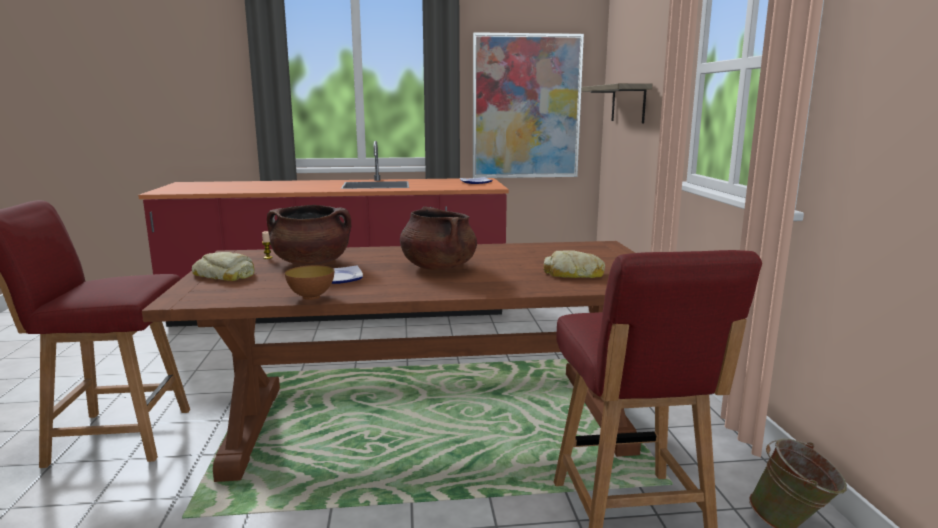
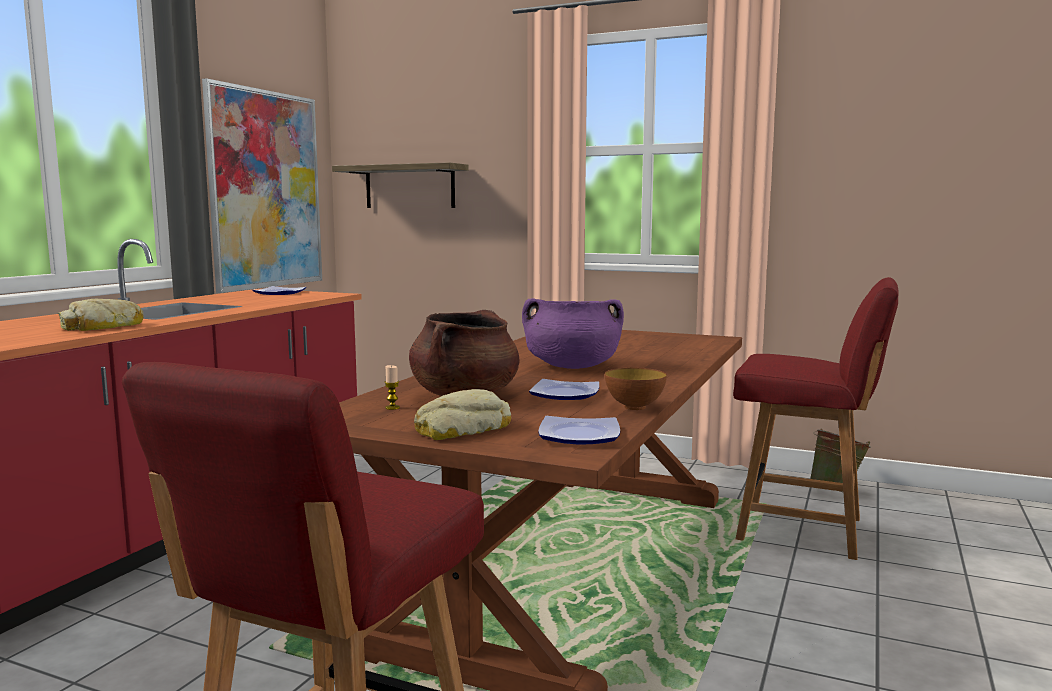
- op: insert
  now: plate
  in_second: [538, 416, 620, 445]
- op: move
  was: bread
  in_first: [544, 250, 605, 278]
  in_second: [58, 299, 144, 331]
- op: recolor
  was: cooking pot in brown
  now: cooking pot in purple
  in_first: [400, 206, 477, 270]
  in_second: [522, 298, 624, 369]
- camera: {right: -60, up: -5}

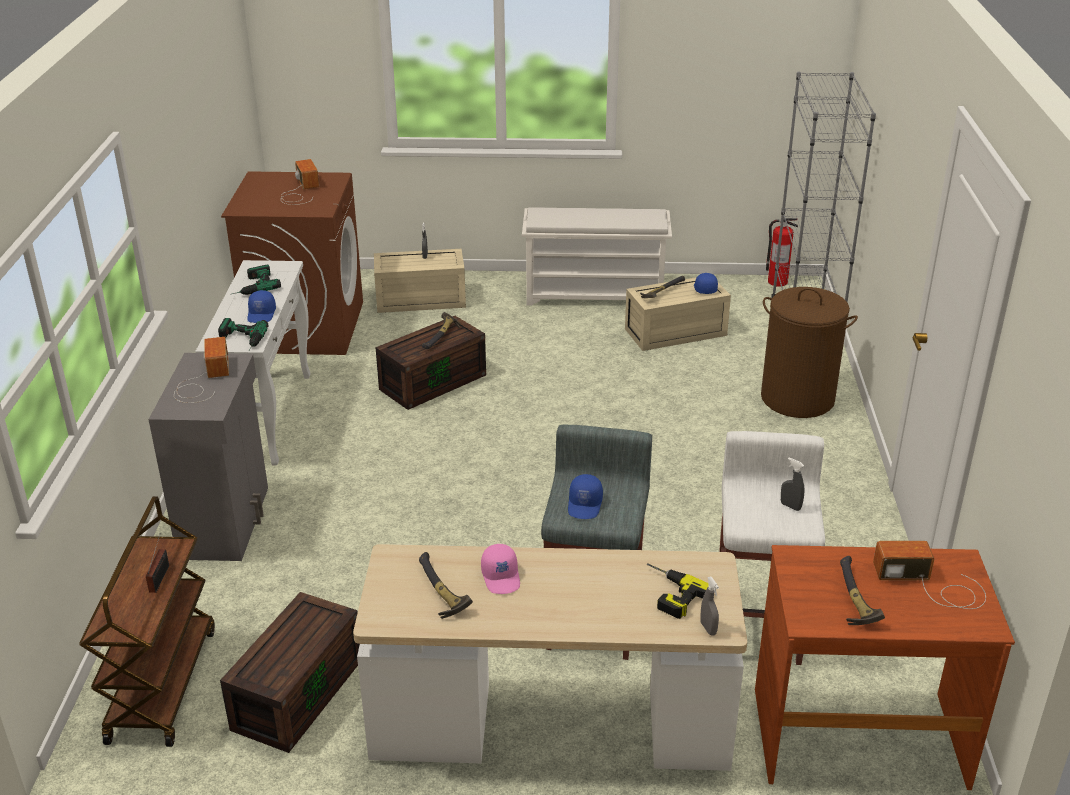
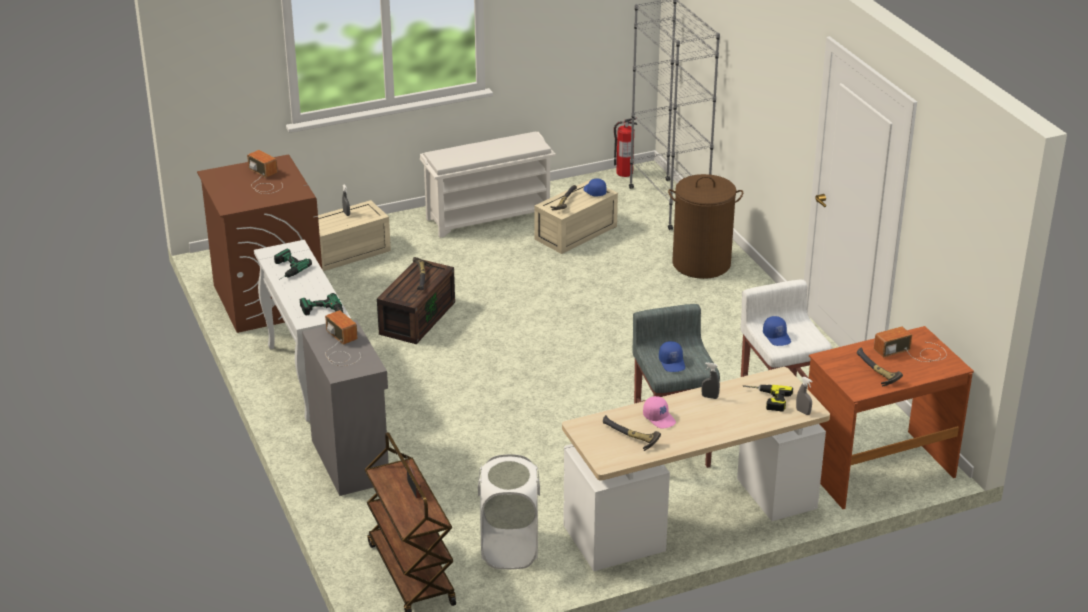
- op: move
  was: cap in blue
  in_first: [247, 290, 276, 323]
  in_second: [763, 316, 791, 346]
- op: move
  was: spray bottle in grey
  in_first: [781, 458, 804, 511]
  in_second: [701, 362, 720, 399]
- op: replace
  was: storage box in brown
  now: laundry basket in white
  in_first: [220, 592, 360, 753]
  in_second: [478, 454, 540, 569]
- camera: {right: -25, up: 0}

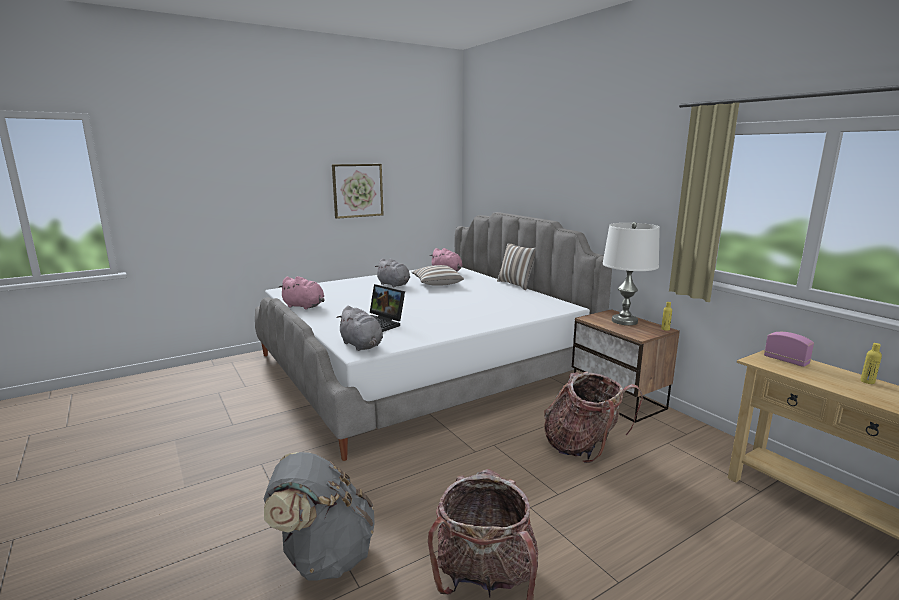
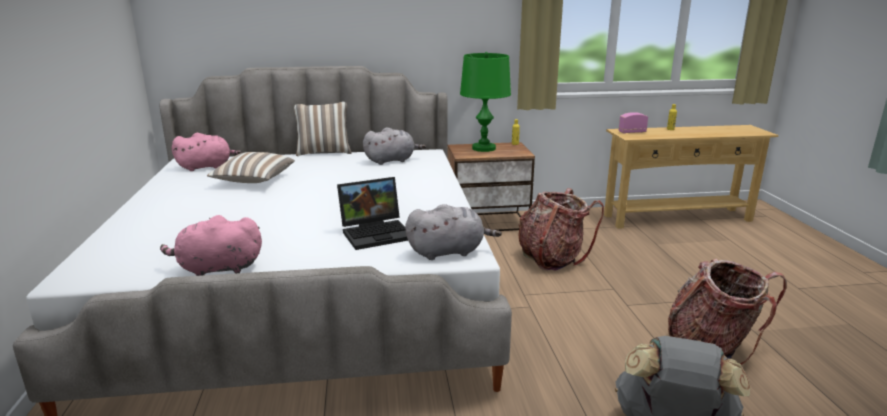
- op: delete
  was: picture
  in_first: [332, 164, 383, 219]
- op: move
  was: plush toy in grey
  in_first: [375, 258, 410, 287]
  in_second: [363, 127, 426, 165]
- op: recolor
  was: table lamp in white
  now: table lamp in green
  in_first: [602, 222, 660, 325]
  in_second: [460, 52, 511, 152]
- op: rotate
  was: plush toy in pink
  in_first: [278, 276, 325, 310]
  in_second: [160, 215, 262, 276]
  clockwise: -150
- camera: {right: -65, up: 5}

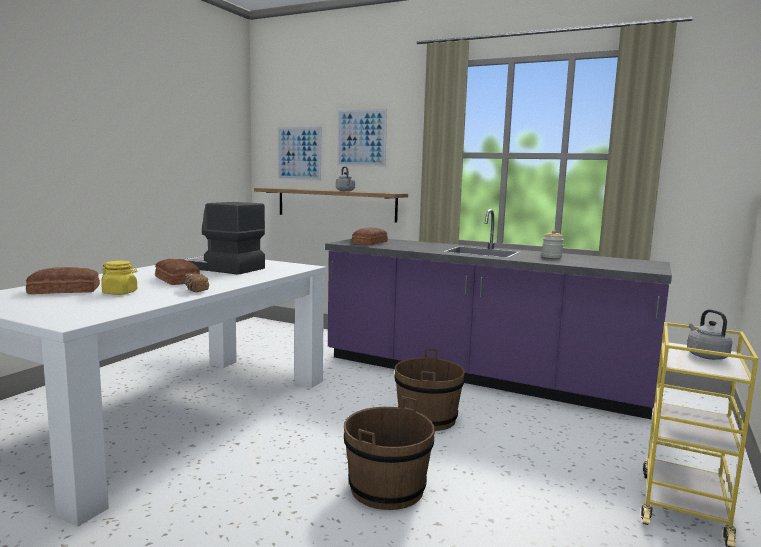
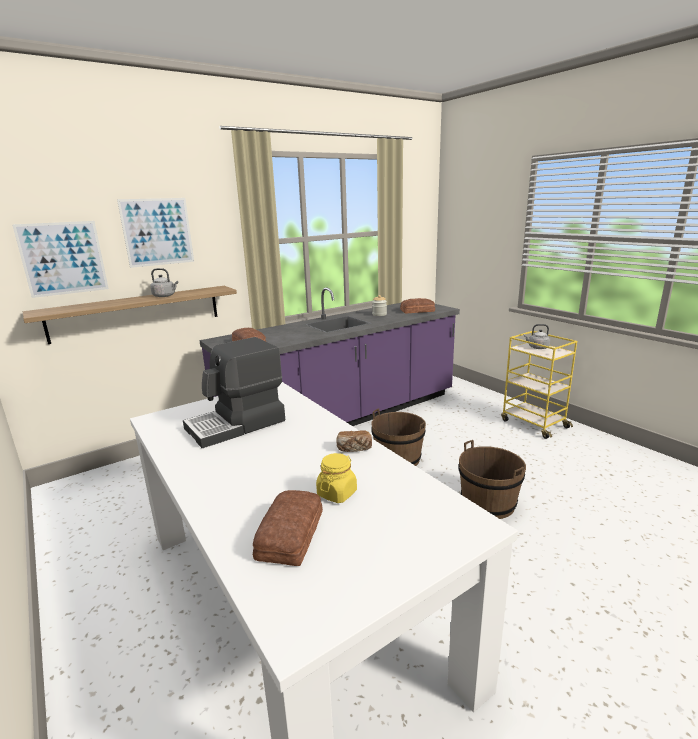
- op: move
  was: bread
  in_first: [155, 259, 200, 285]
  in_second: [400, 298, 435, 314]
- camera: {right: -60, up: 10}

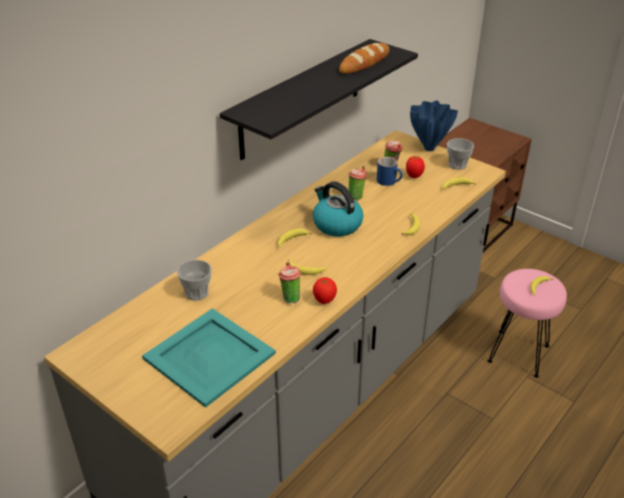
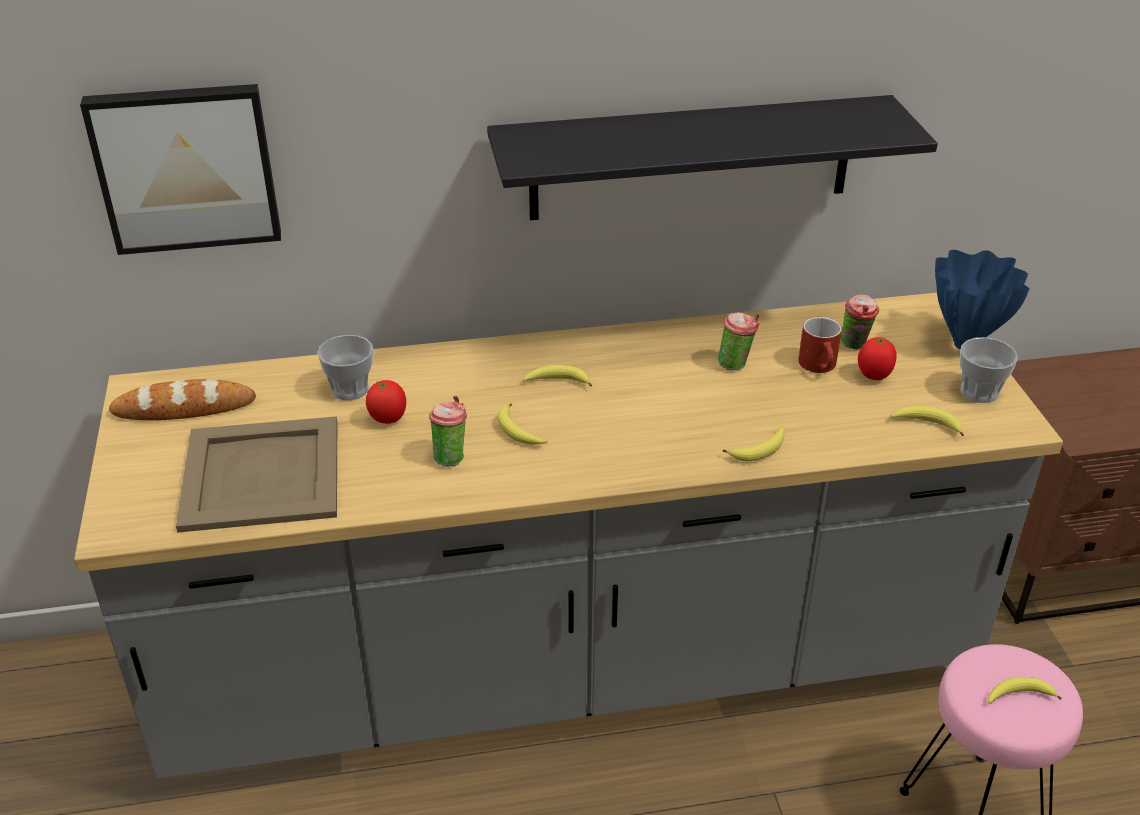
- op: delete
  was: kettle
  in_first: [313, 181, 363, 237]
- op: insert
  now: picture
  in_second: [80, 84, 281, 255]
- op: move
  was: tomato
  in_first: [313, 277, 337, 304]
  in_second: [366, 380, 406, 424]
- op: move
  was: bread
  in_first: [339, 43, 390, 74]
  in_second: [109, 379, 256, 420]
- op: recolor
  was: tray in turquoise
  now: tray in beige
  in_first: [142, 308, 276, 408]
  in_second: [176, 416, 337, 533]
- op: recolor
  was: mug in blue
  now: mug in red
  in_first: [377, 157, 403, 186]
  in_second: [798, 317, 842, 373]
- camera: {right: 40, up: 0}

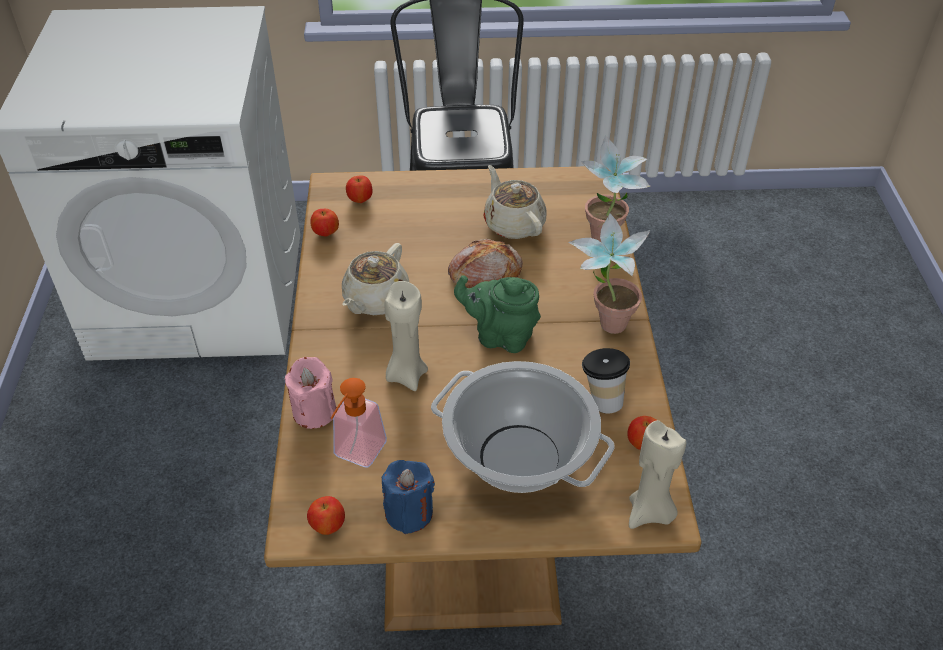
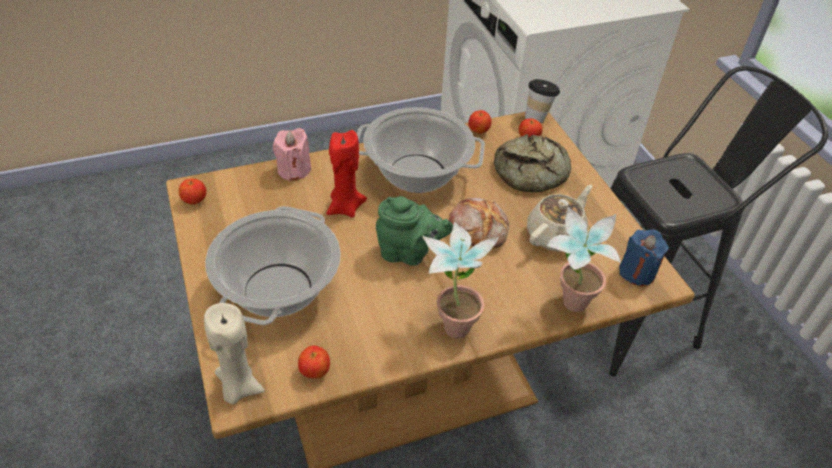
- op: delete
  was: soap dispenser
  in_first: [330, 378, 387, 468]
- op: insert
  now: bread
  in_second: [494, 134, 571, 192]
- op: move
  was: candle in blue
  in_first: [382, 460, 435, 534]
  in_second: [619, 229, 669, 286]
- op: move
  was: cup
  in_first: [582, 348, 630, 413]
  in_second: [525, 79, 560, 123]
- op: replace
  was: teapot in beige
  now: cooking pot
  in_first: [342, 243, 409, 315]
  in_second: [357, 107, 485, 193]
- op: recolor
  was: candle in beige
  now: candle in red
  in_first: [385, 281, 428, 391]
  in_second: [326, 130, 367, 218]
- op: rotate
  was: teapot in green
  in_first: [454, 275, 541, 353]
  in_second: [376, 196, 453, 266]
  clockwise: 105
- camera: {right: 70, up: 0}

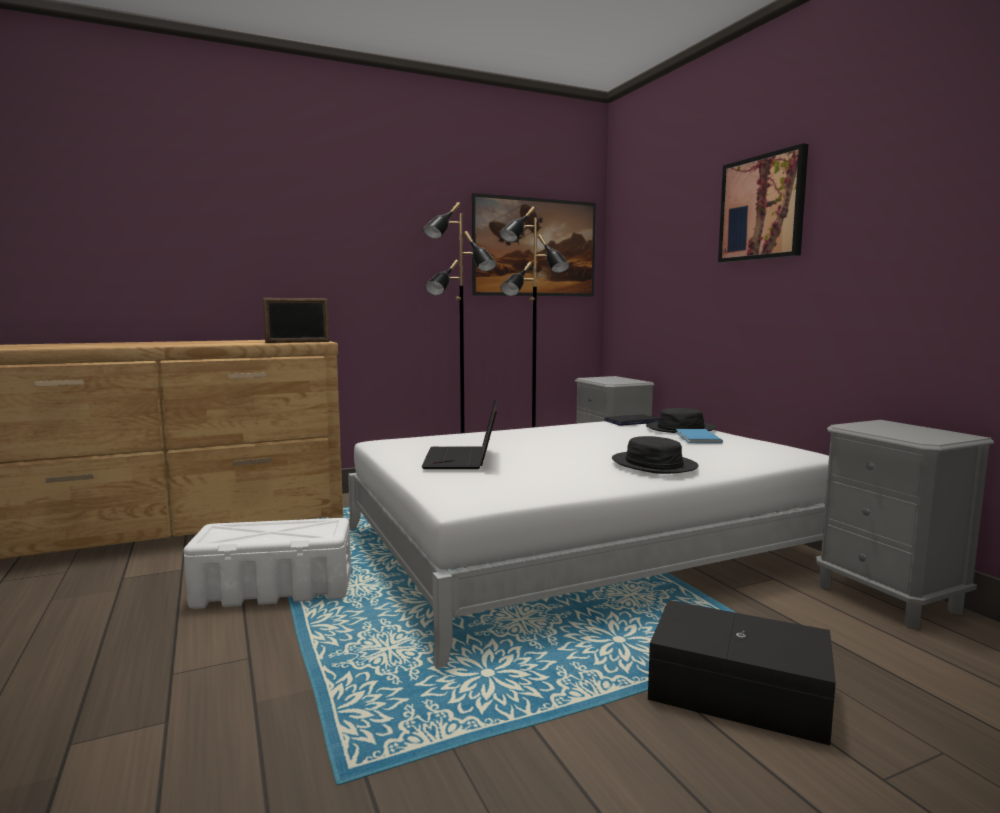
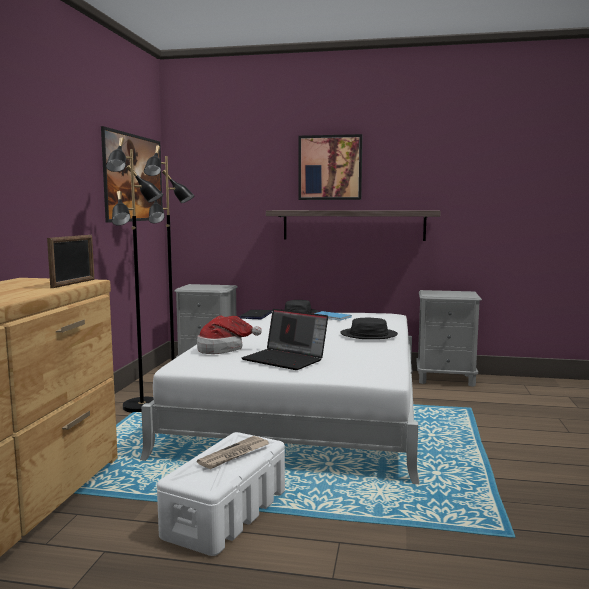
- op: delete
  was: storage box in black
  in_first: [648, 600, 836, 745]
- op: insert
  now: hat
  in_second: [197, 315, 262, 354]
- op: insert
  now: newspaper
  in_second: [197, 436, 269, 469]
- op: insert
  now: shelf
  in_second: [266, 210, 441, 241]
- camera: {right: -55, up: 0}

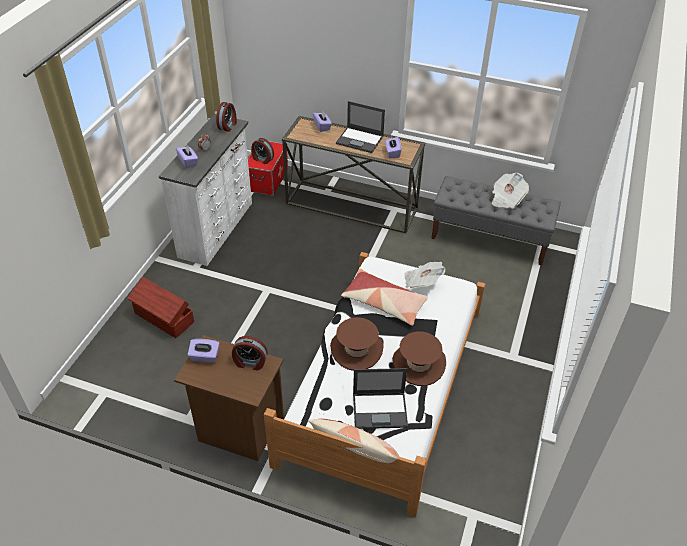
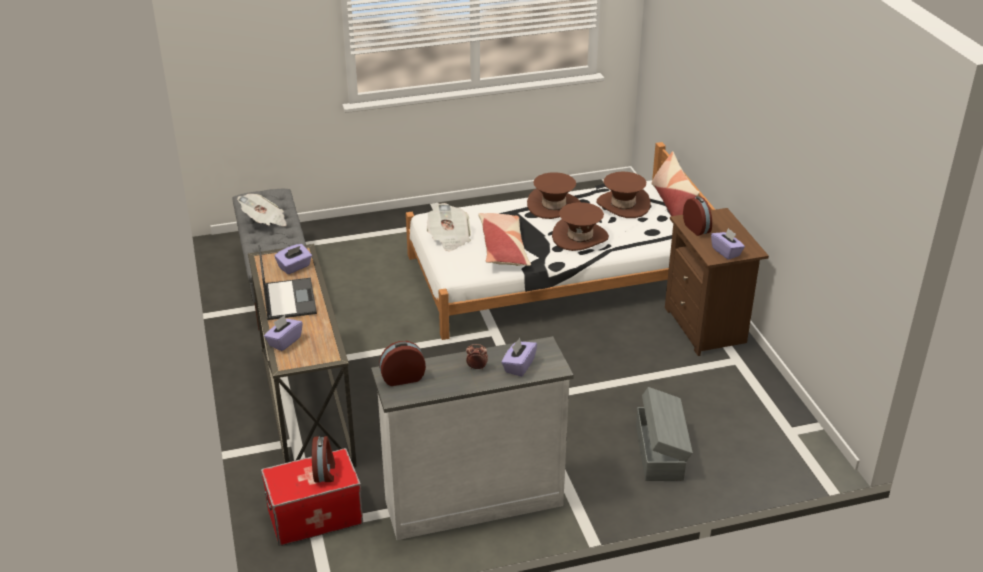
- op: replace
  was: laptop
  now: hat in brown
  in_first: [353, 368, 408, 429]
  in_second: [596, 172, 651, 218]
- op: recolor
  was: storage box in brown
  now: storage box in grey
  in_first: [127, 277, 194, 338]
  in_second: [636, 387, 693, 481]
- camera: {right: -125, up: -10}

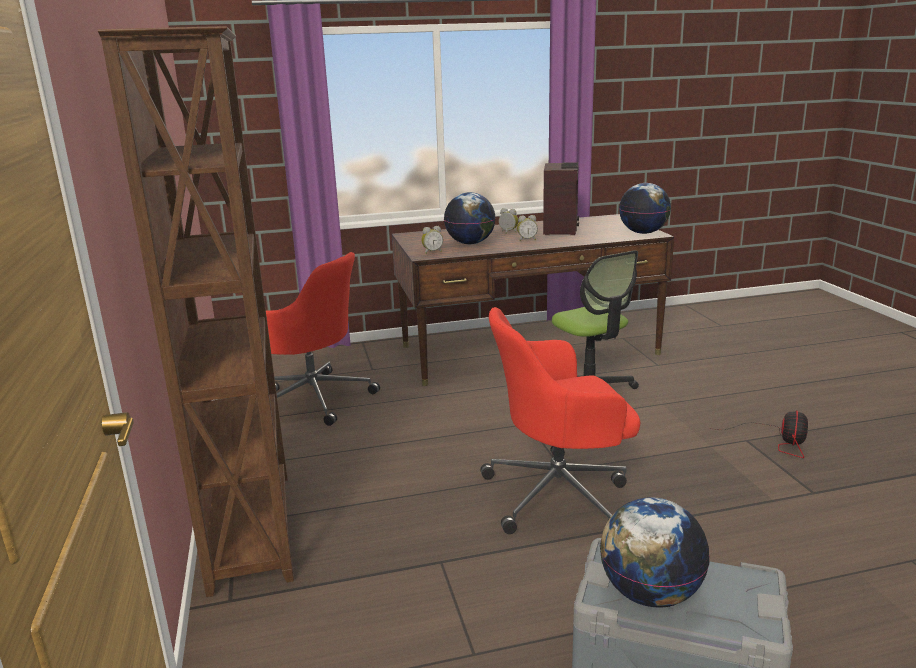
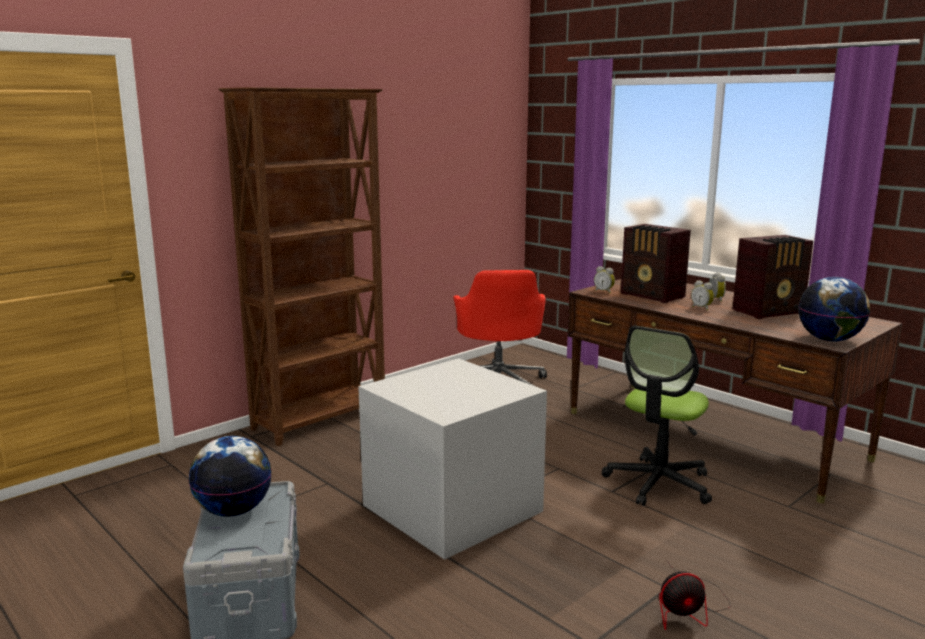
- op: replace
  was: globe
  now: radio
  in_first: [444, 192, 496, 244]
  in_second: [621, 224, 691, 303]
- op: replace
  was: office chair in red
  now: storage box in grey
  in_first: [480, 307, 641, 534]
  in_second: [358, 358, 547, 560]
- camera: {right: 60, up: -5}

